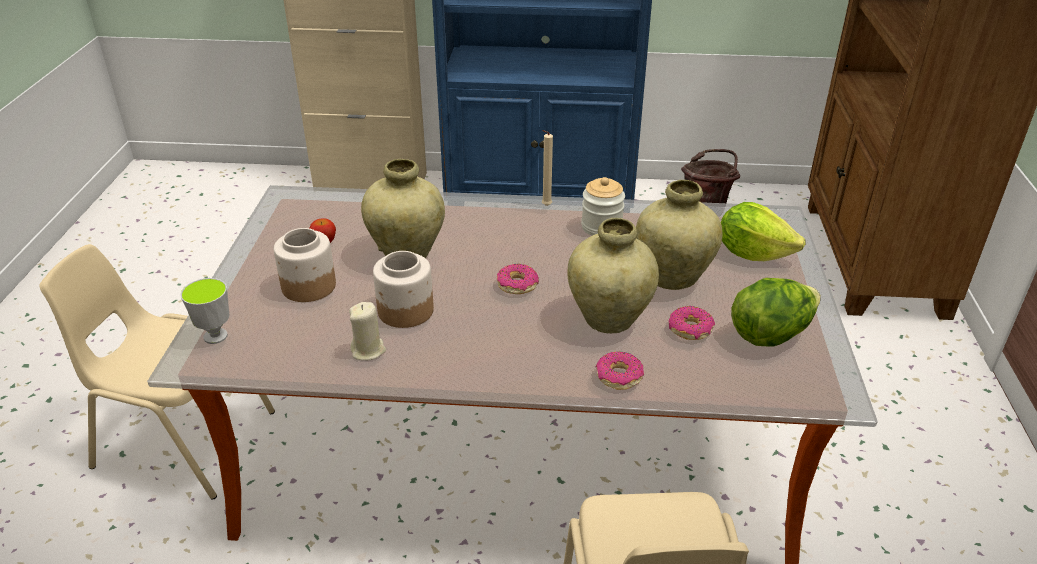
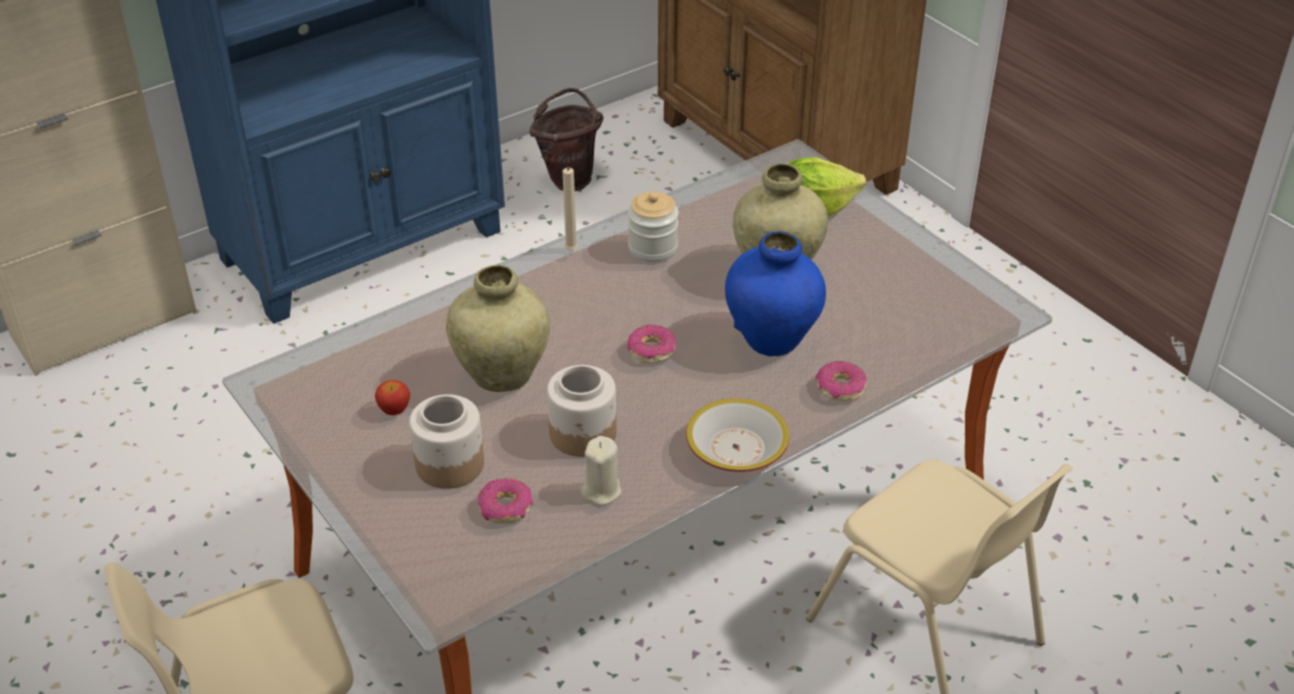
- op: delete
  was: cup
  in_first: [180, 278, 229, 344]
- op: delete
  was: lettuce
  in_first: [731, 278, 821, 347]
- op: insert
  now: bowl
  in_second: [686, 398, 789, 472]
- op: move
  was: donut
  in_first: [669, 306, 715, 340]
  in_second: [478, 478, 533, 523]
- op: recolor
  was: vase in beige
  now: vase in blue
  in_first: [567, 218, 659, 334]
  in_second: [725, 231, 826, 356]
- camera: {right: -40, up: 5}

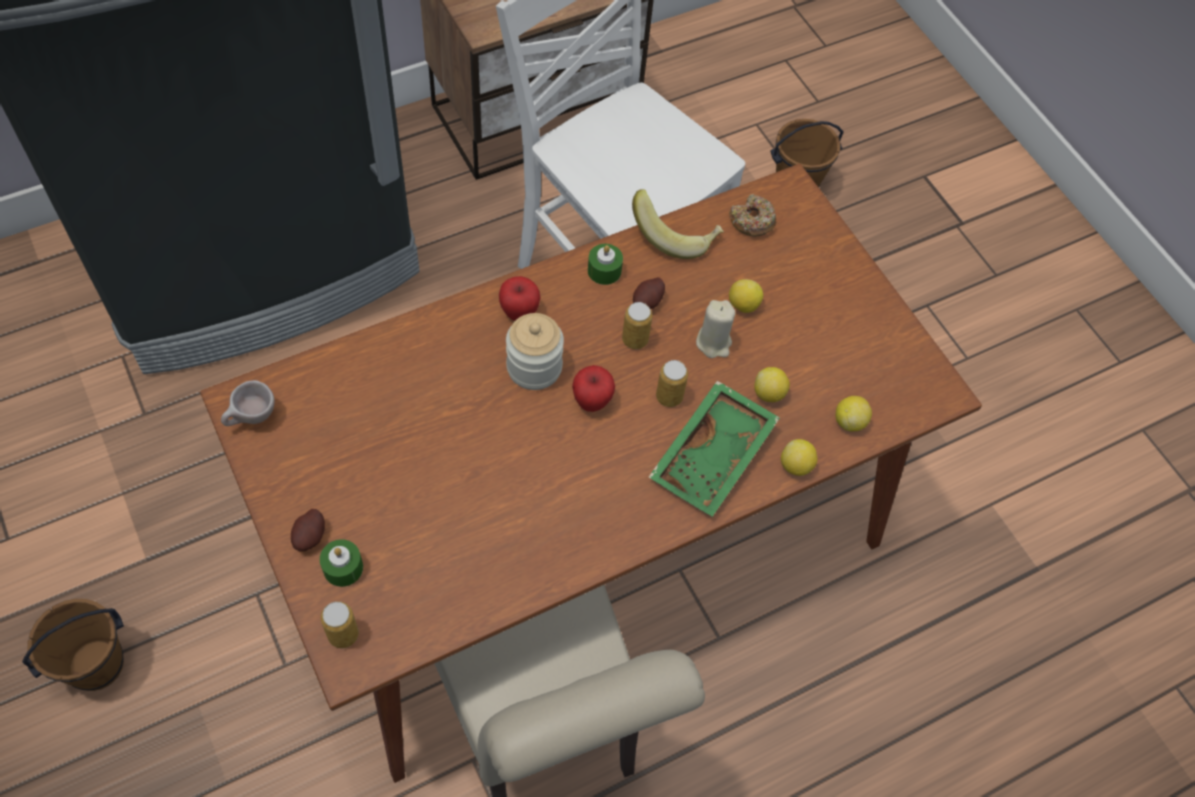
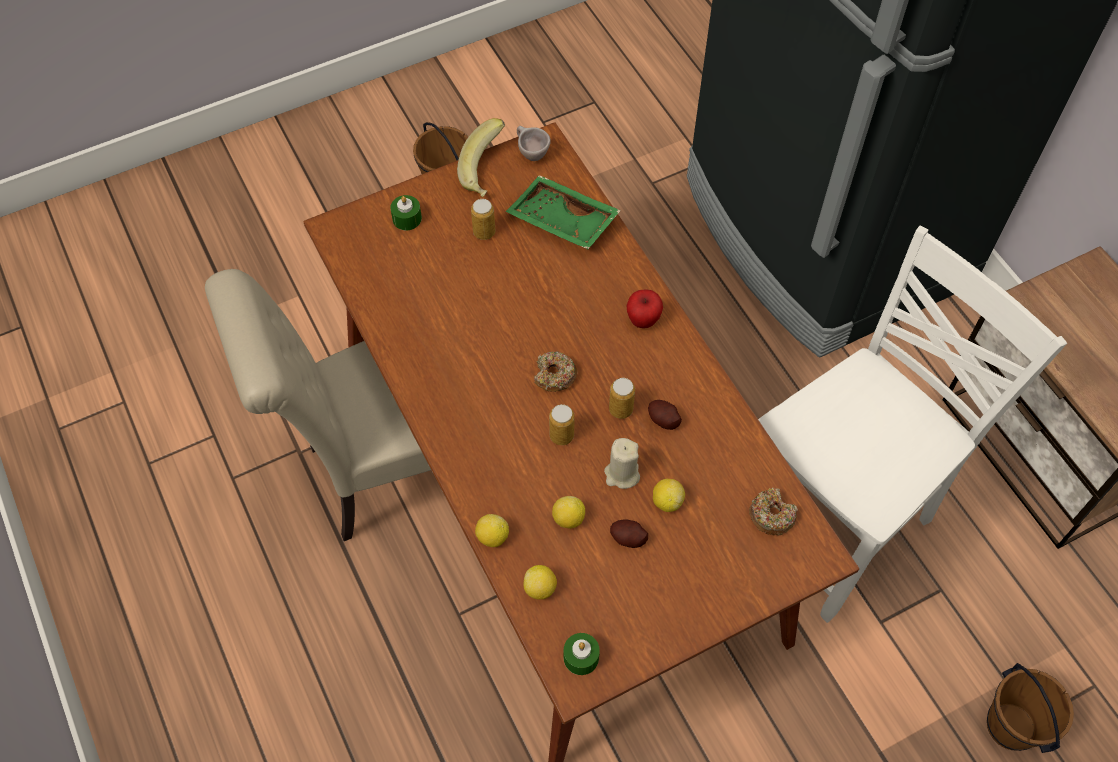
- op: delete
  was: jar
  in_first: [506, 313, 564, 390]
- op: move
  was: potato
  in_first: [291, 509, 325, 551]
  in_second: [610, 520, 648, 548]
- op: move
  was: can
  in_first: [321, 602, 359, 648]
  in_second: [471, 199, 495, 240]
- op: move
  was: candle in green
  in_first: [588, 244, 623, 285]
  in_second: [563, 633, 600, 675]
- op: move
  was: banana
  in_first: [632, 189, 724, 259]
  in_second: [457, 118, 505, 197]
- op: move
  was: tray in green
  in_first: [649, 381, 780, 517]
  in_second: [506, 175, 621, 249]
- op: replace
  was: apple
  now: donut
  in_first: [572, 365, 615, 412]
  in_second: [534, 351, 578, 392]
- camera: {right: 95, up: 0}

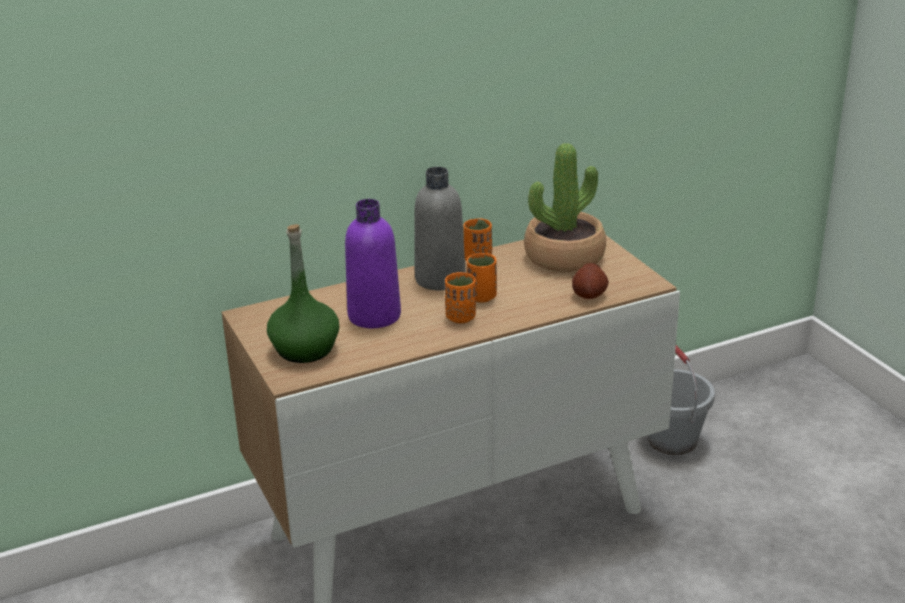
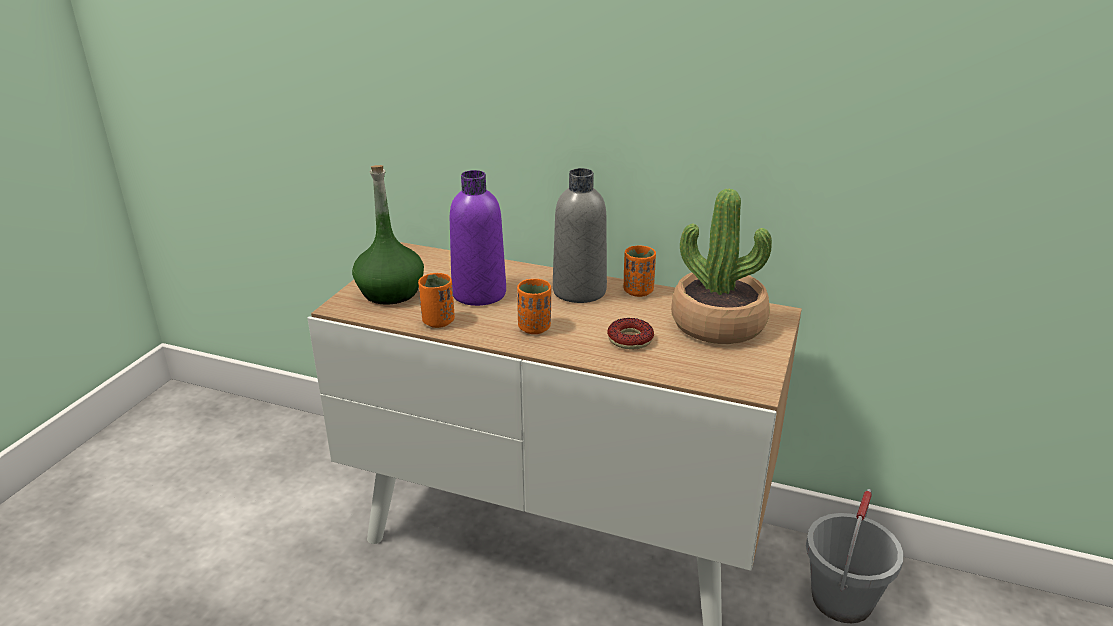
- op: delete
  was: potato
  in_first: [572, 263, 609, 299]
- op: insert
  now: donut
  in_second: [607, 318, 654, 350]
- op: move
  was: cup in orange
  in_first: [467, 253, 497, 302]
  in_second: [418, 273, 455, 328]
- camera: {right: 45, up: 0}

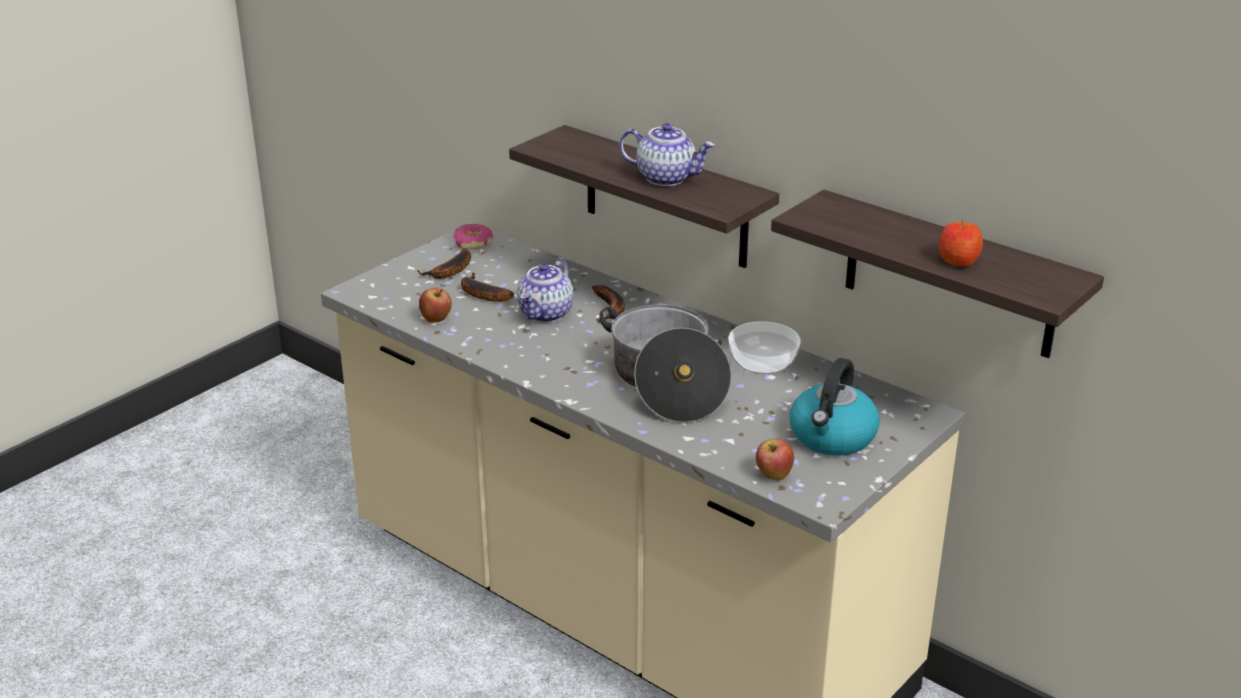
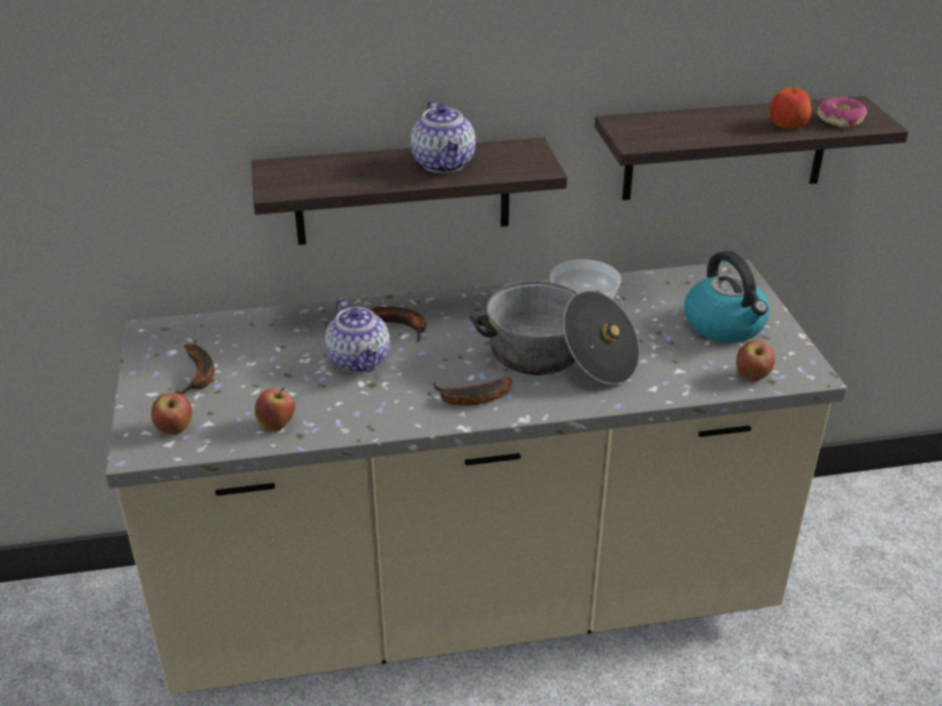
- op: insert
  now: apple
  in_second: [151, 393, 192, 435]
- op: move
  was: donut
  in_first: [453, 224, 493, 249]
  in_second: [817, 97, 867, 128]
- op: move
  was: banana
  in_first: [461, 272, 514, 302]
  in_second: [434, 377, 512, 406]
- op: rotate
  was: teapot
  in_first: [619, 123, 715, 186]
  in_second: [411, 100, 475, 173]
  clockwise: 105
- camera: {right: -50, up: 5}

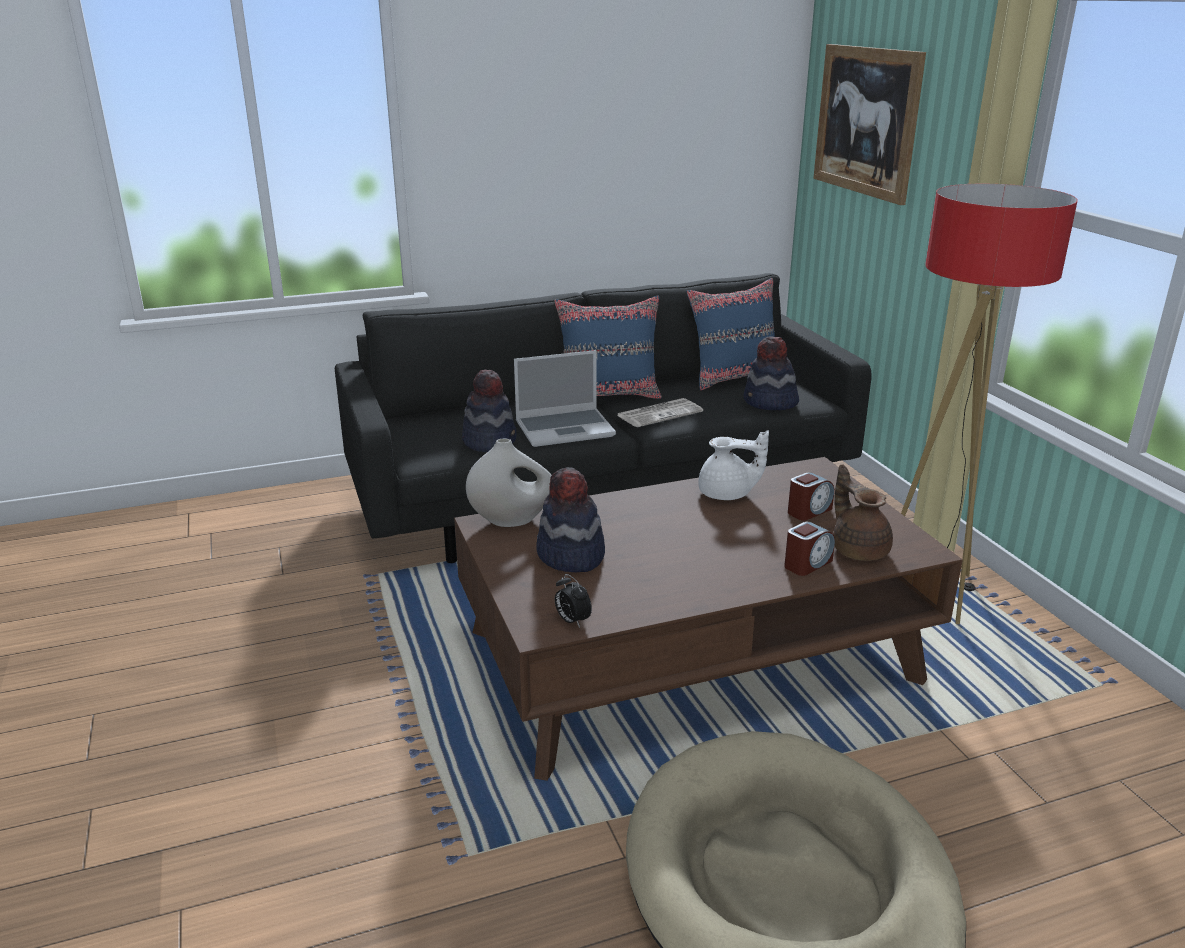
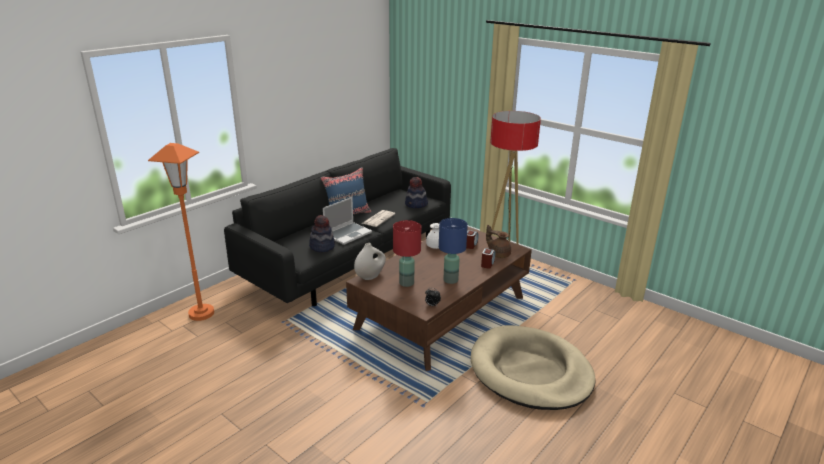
- op: delete
  was: pillow in blue
  in_first: [687, 278, 775, 390]
- op: delete
  was: picture
  in_first: [813, 44, 926, 205]
- op: insert
  now: floor lamp in orange
  in_second: [148, 143, 214, 321]
- op: insert
  now: table lamp in blue
  in_second: [439, 218, 468, 284]
- op: replace
  was: hat
  now: table lamp in red
  in_first: [536, 467, 605, 572]
  in_second: [393, 220, 421, 287]
- camera: {right: -30, up: 0}

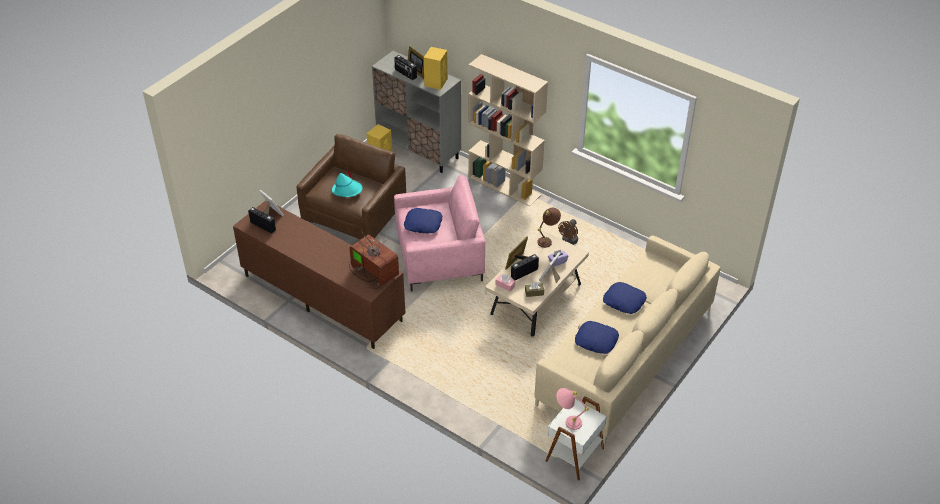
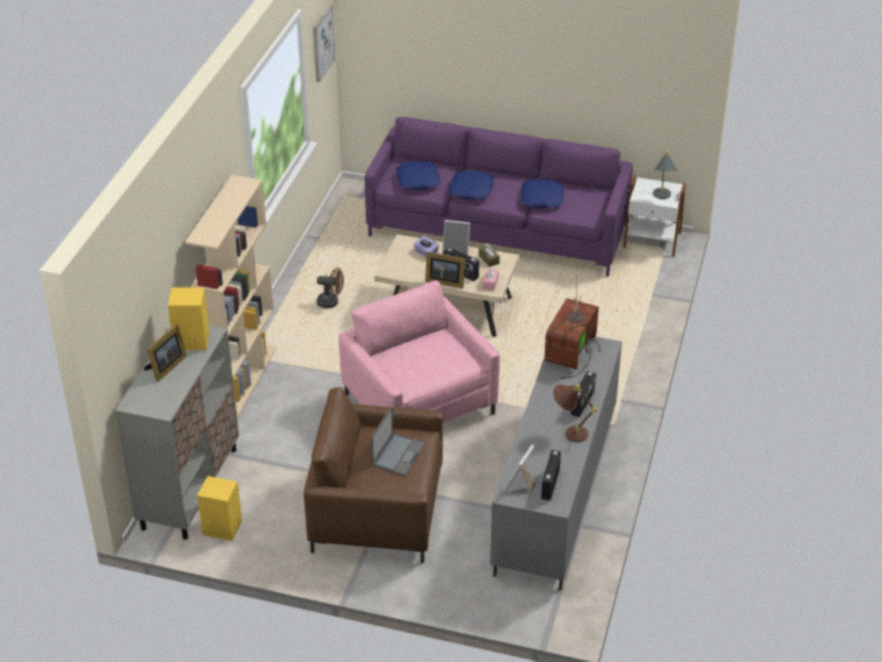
- op: insert
  now: picture
  in_second: [313, 5, 335, 82]
- op: move
  was: radio
  in_first: [394, 55, 417, 80]
  in_second: [571, 371, 596, 417]
- op: move
  was: pillow in blue
  in_first: [404, 208, 442, 233]
  in_second: [396, 161, 440, 190]
- op: move
  was: table lamp in brown
  in_first: [537, 208, 561, 248]
  in_second: [553, 385, 597, 442]
- op: replace
  was: hat in turquoise
  now: laptop
  in_first: [332, 167, 363, 197]
  in_second: [371, 406, 426, 476]
- op: recolor
  was: tv stand in brown
  now: tv stand in grey
  in_first: [233, 200, 405, 349]
  in_second: [490, 337, 622, 591]
- op: recolor
  was: sofa in beige
  now: sofa in purple
  in_first: [535, 235, 721, 445]
  in_second: [365, 117, 633, 277]
- op: recolor
  was: table lamp in pink
  now: table lamp in grey
  in_first: [556, 388, 589, 430]
  in_second: [653, 151, 678, 199]
- camera: {right: -110, up: -5}

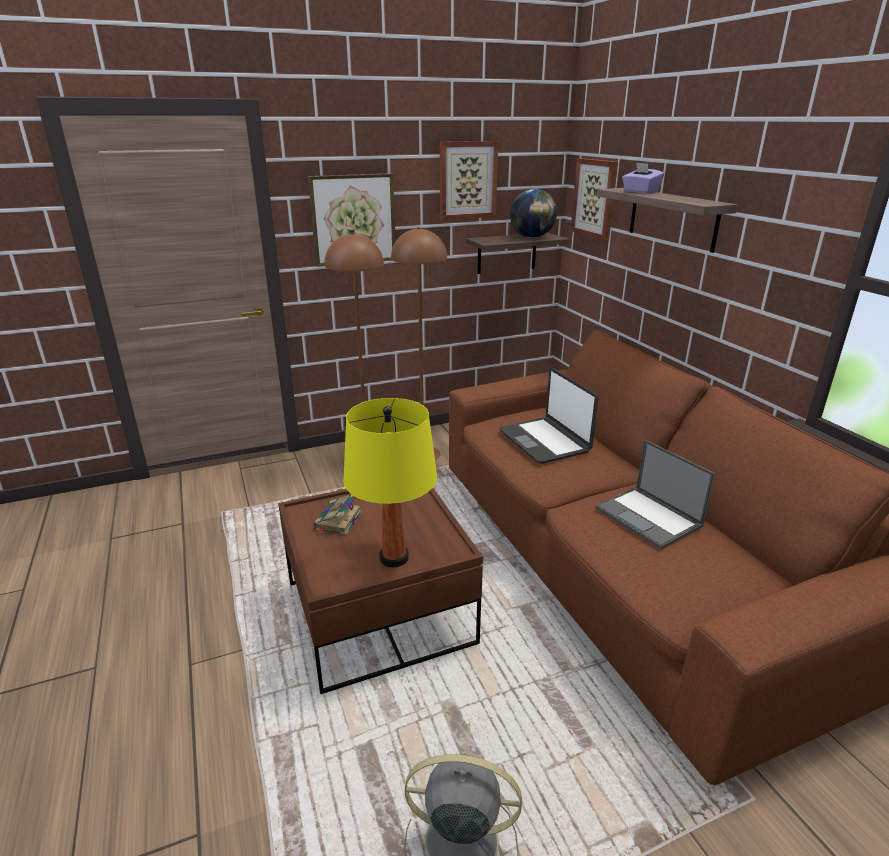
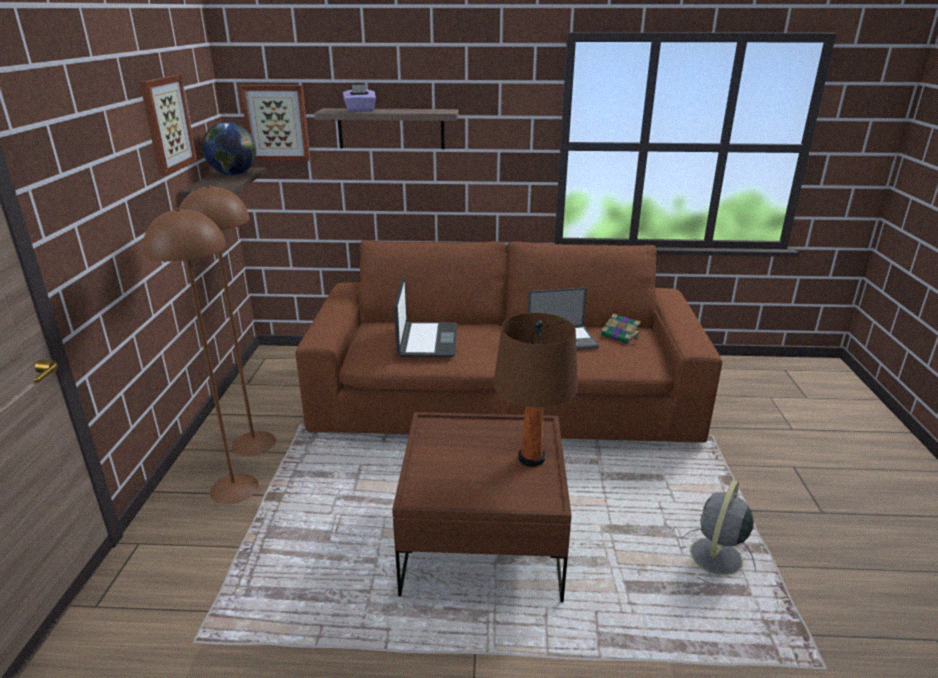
- op: delete
  was: picture
  in_first: [308, 173, 396, 267]
- op: move
  was: book
  in_first: [314, 495, 362, 535]
  in_second: [601, 313, 641, 344]
- op: recolor
  was: table lamp in yellow
  now: table lamp in brown
  in_first: [343, 398, 437, 567]
  in_second: [493, 313, 578, 467]
- op: rotate
  was: laptop
  in_first: [499, 368, 598, 464]
  in_second: [394, 276, 457, 357]
  clockwise: -90
- camera: {right: -65, up: 0}

